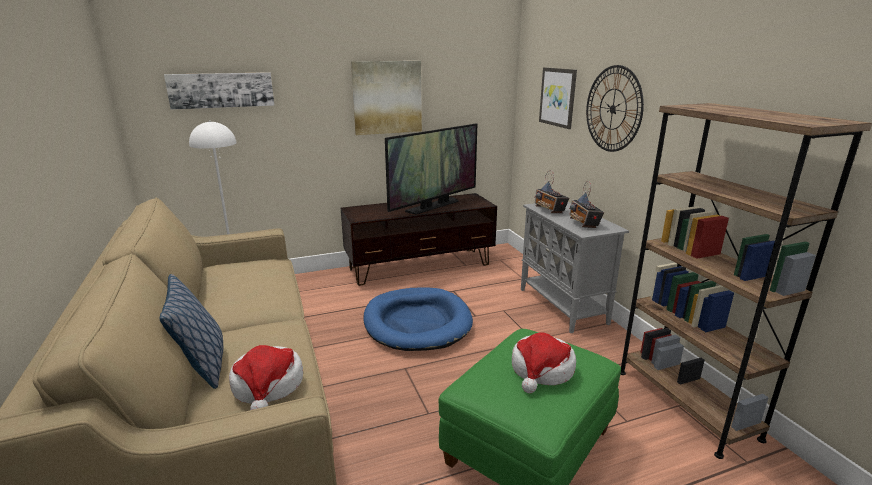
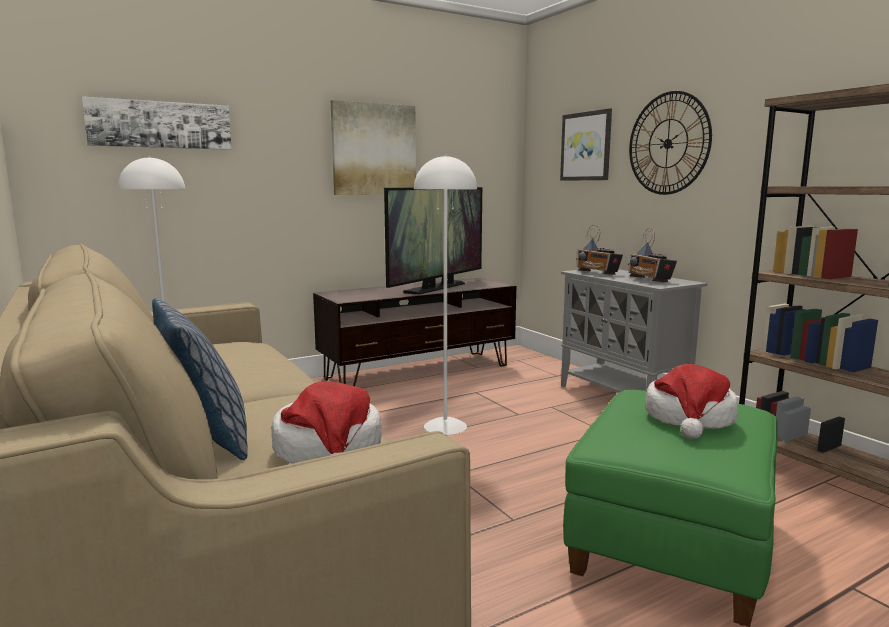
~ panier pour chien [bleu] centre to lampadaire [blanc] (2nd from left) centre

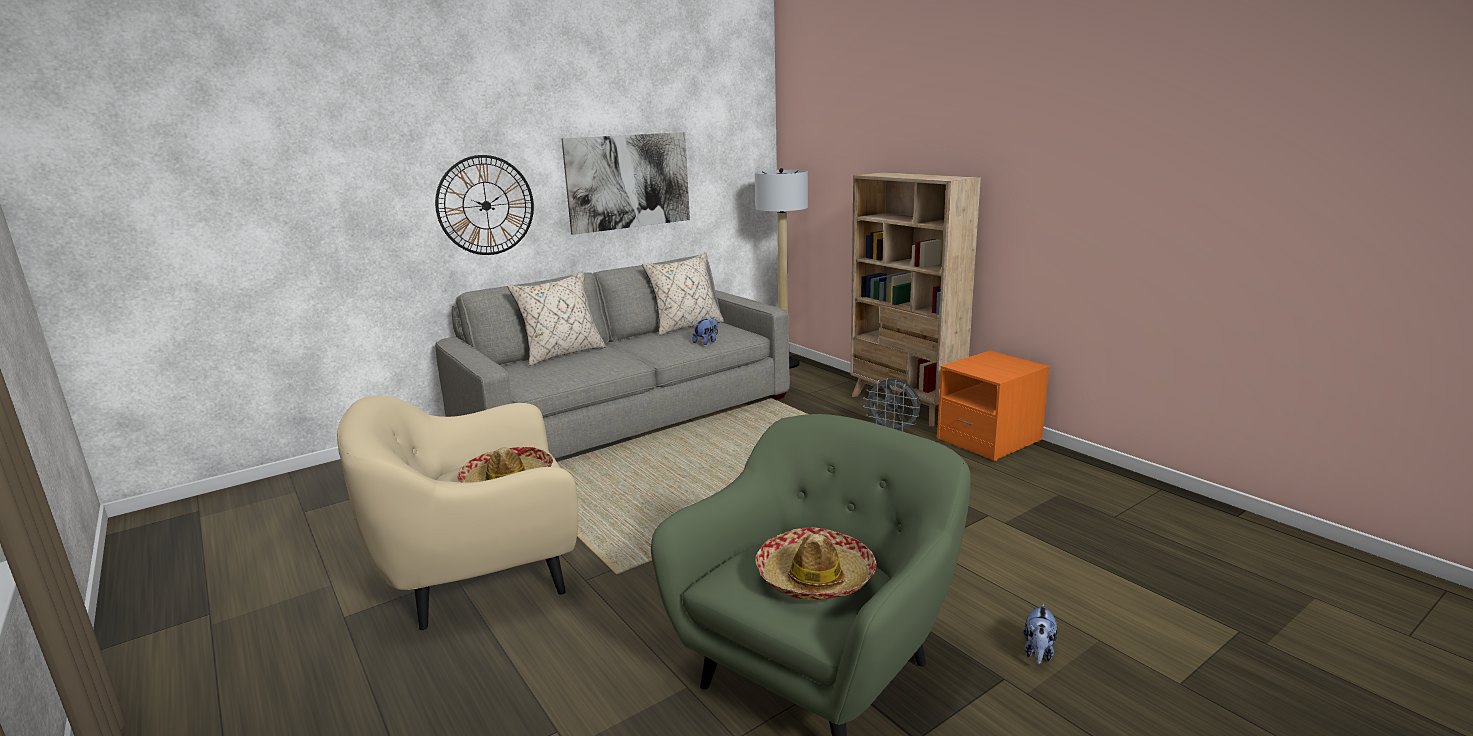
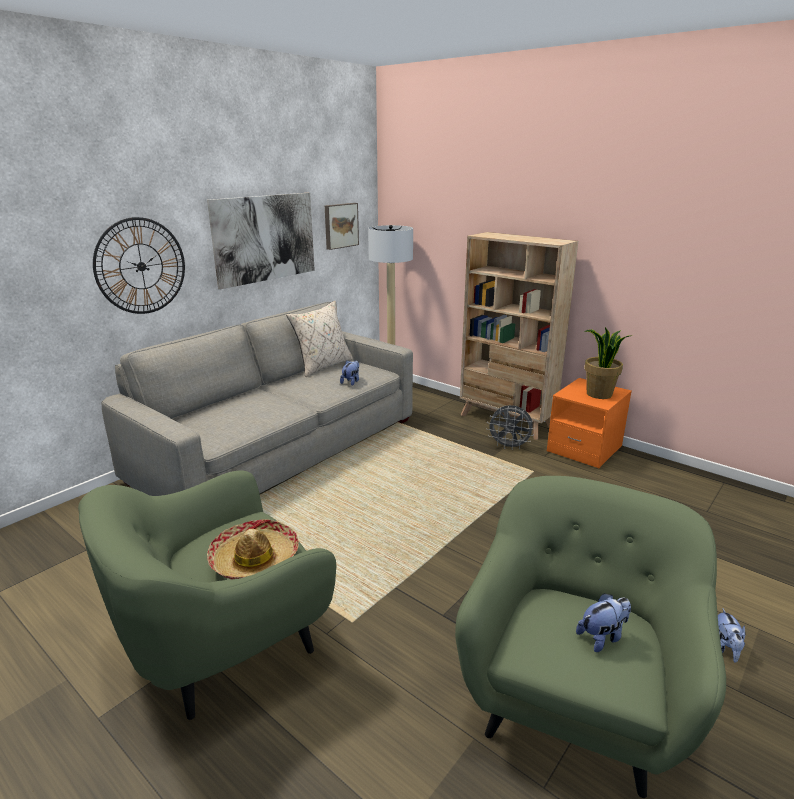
~ fauteuil [beige] bottom left to fauteuil [vert] (1st from left) bottom left
- coussin [beige] (1st from left) centre
~ chapeau (2nd from left) bottom centre to peluche (2nd from left) bottom right
+ tableau (2nd from left) top centre
+ plante en pot middle right

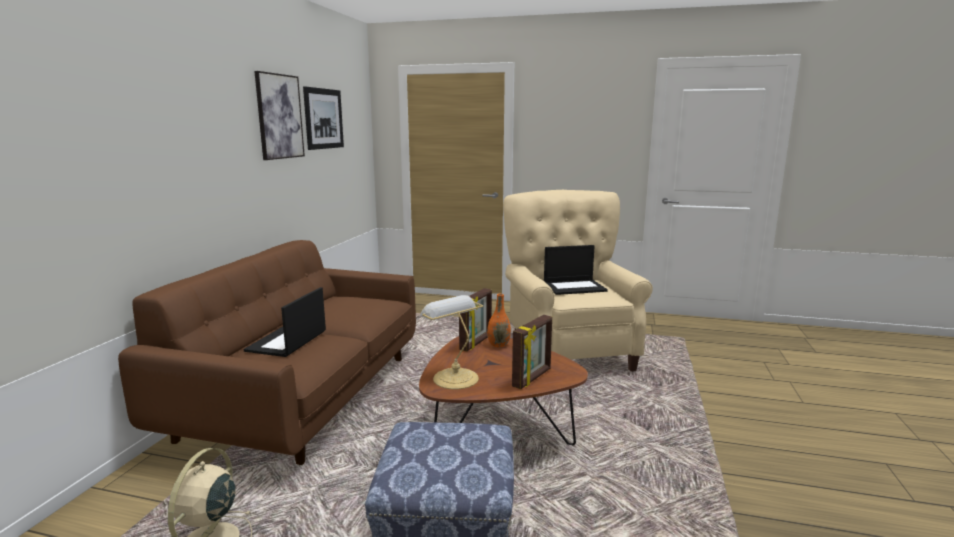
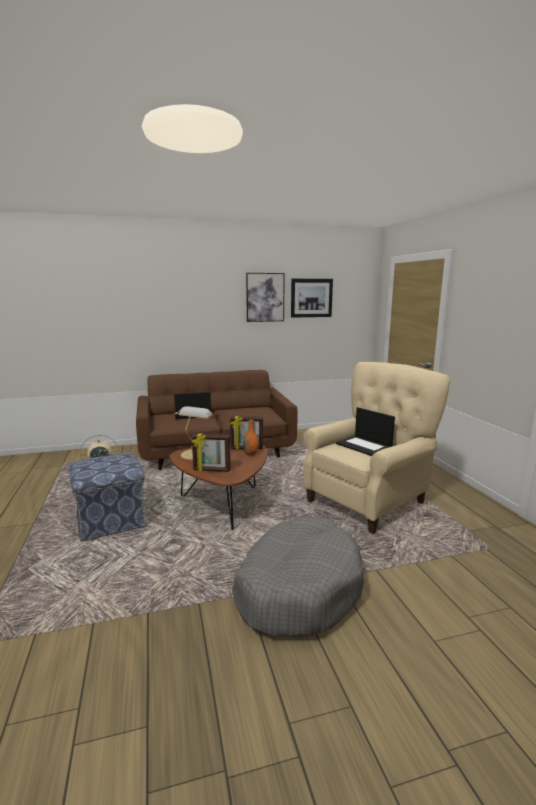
+ panier pour chien [gris] bottom centre

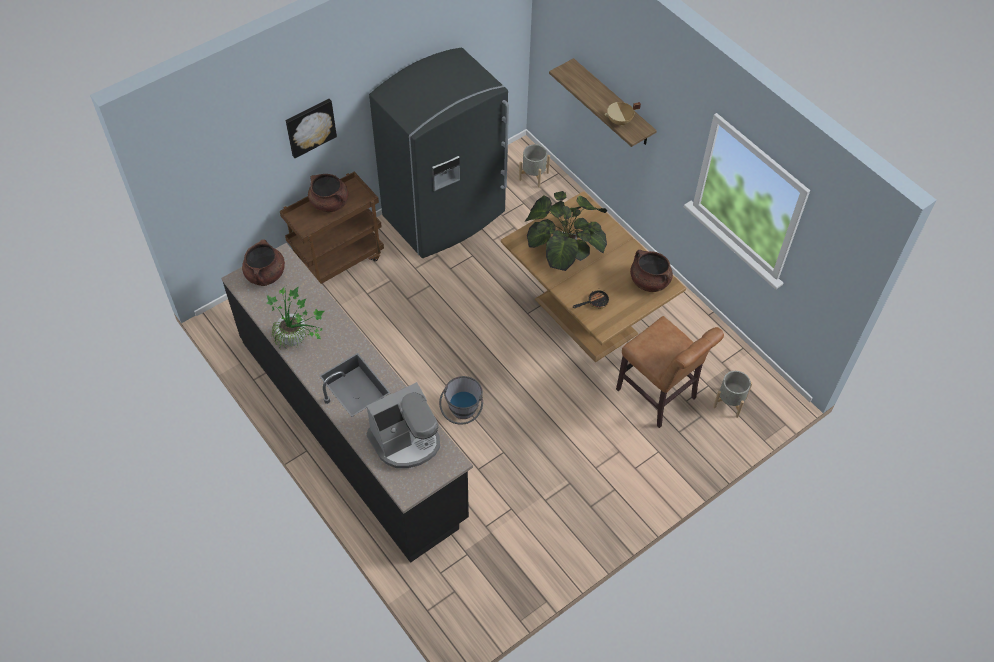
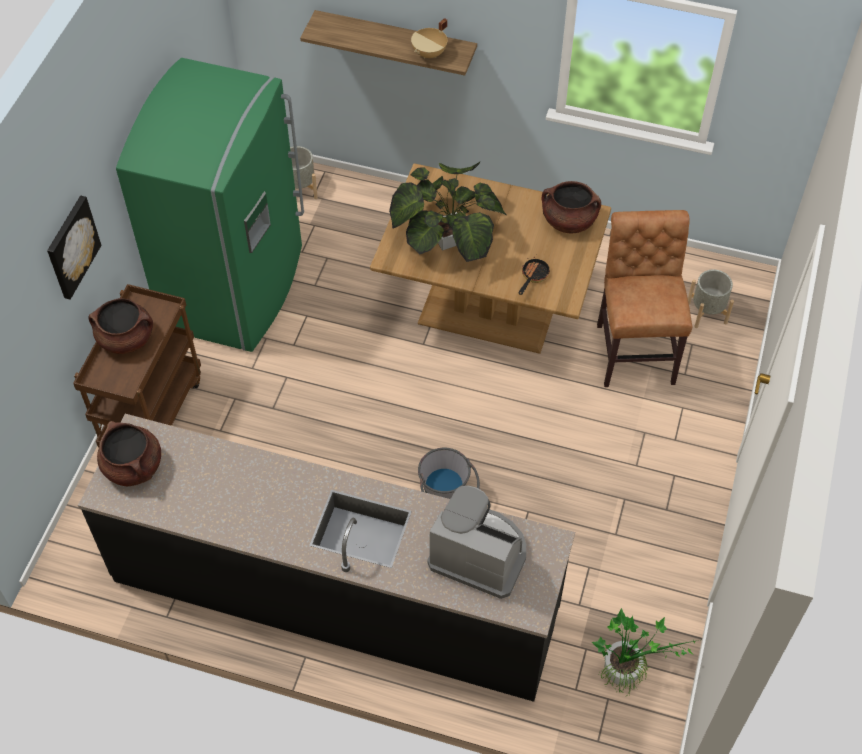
~ plante en pot (1st from left in the first image) middle left to plante en pot (2nd from left) bottom right
~ machine à café centre = bottom centre 90 degrees counterclockwise
~ réfrigérateur [gris] top centre to réfrigérateur [vert] top left
~ chaise [marron] middle right = middle right 105 degrees counterclockwise

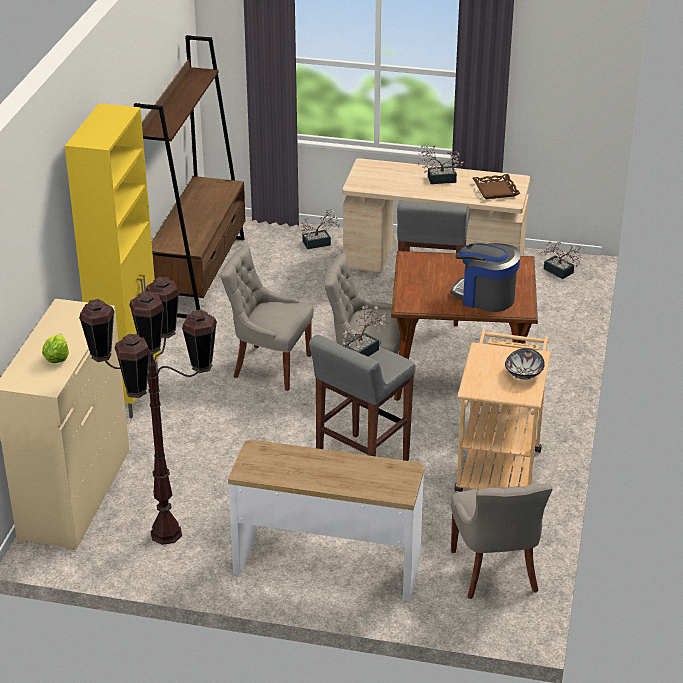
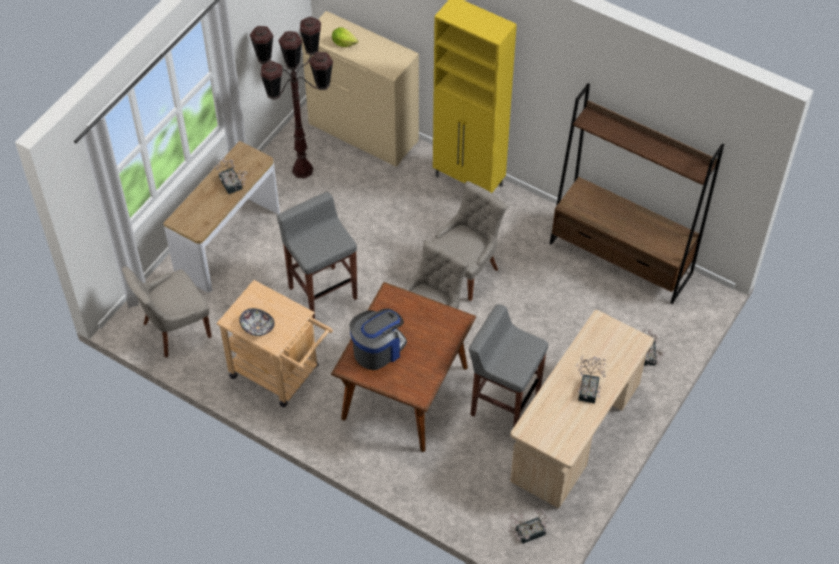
~ plante en pot (2nd from left in the first image) centre to plante en pot (1st from left) top left
~ chaise [gris] (3rd from left in the first image) bottom right = middle left 45 degrees counterclockwise
- plateau [marron] top right

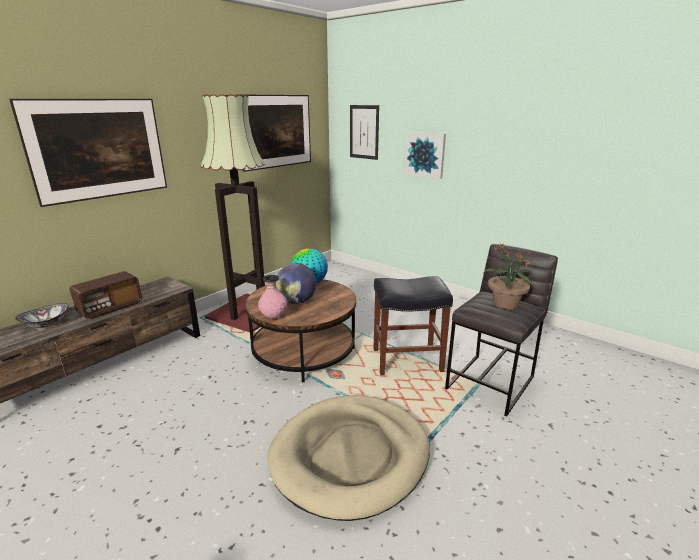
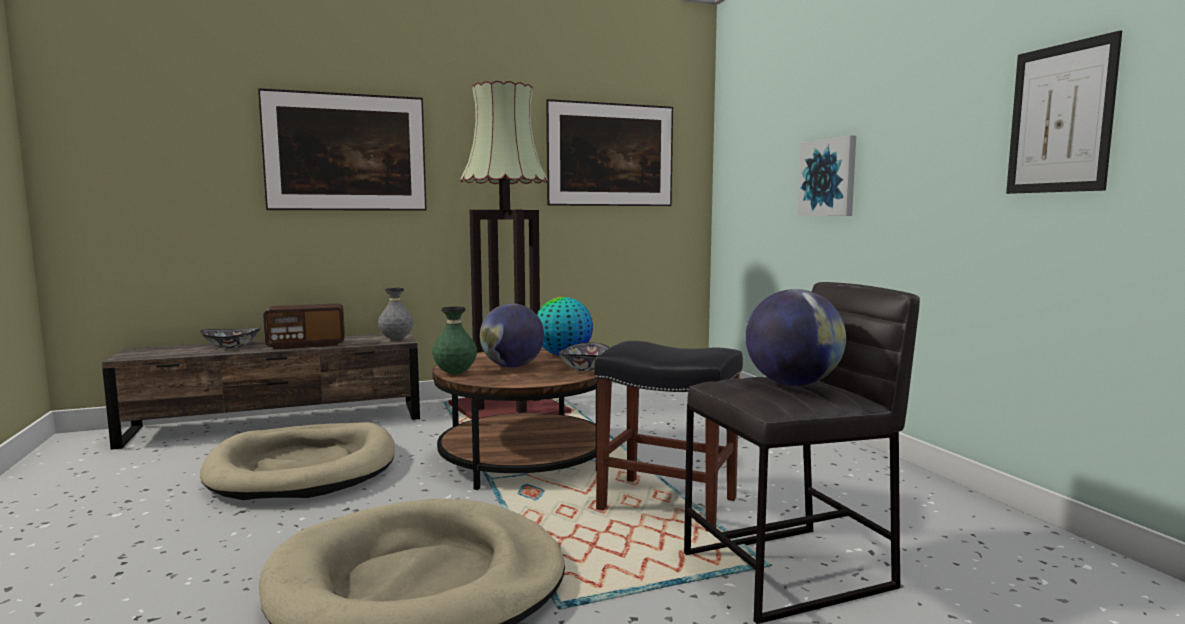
~ vase [rose] centre to vase [vert] centre
~ tableau (3rd from left in the first image) top centre to tableau (4th from left) top right
~ plante en pot middle right to globe (3rd from left) middle right
+ panier pour chien [beige] (1st from left) bottom left
+ vase [gris] centre
+ bol (2nd from left) centre

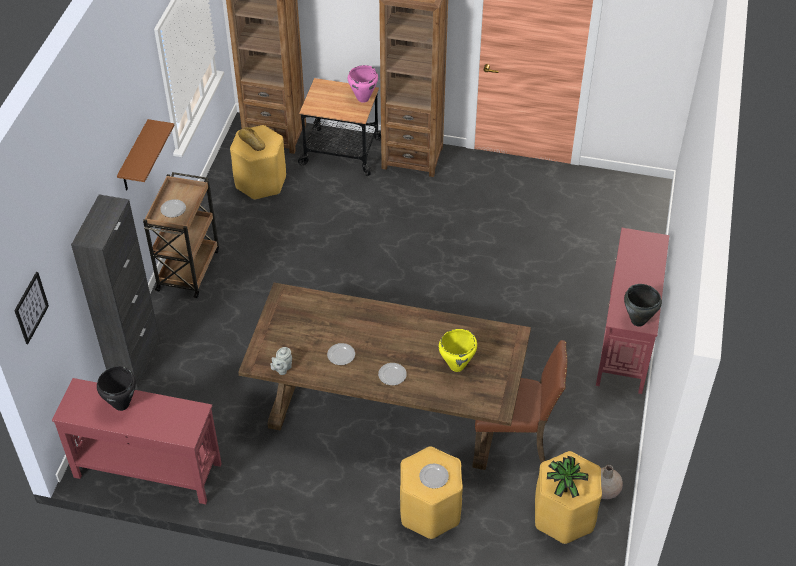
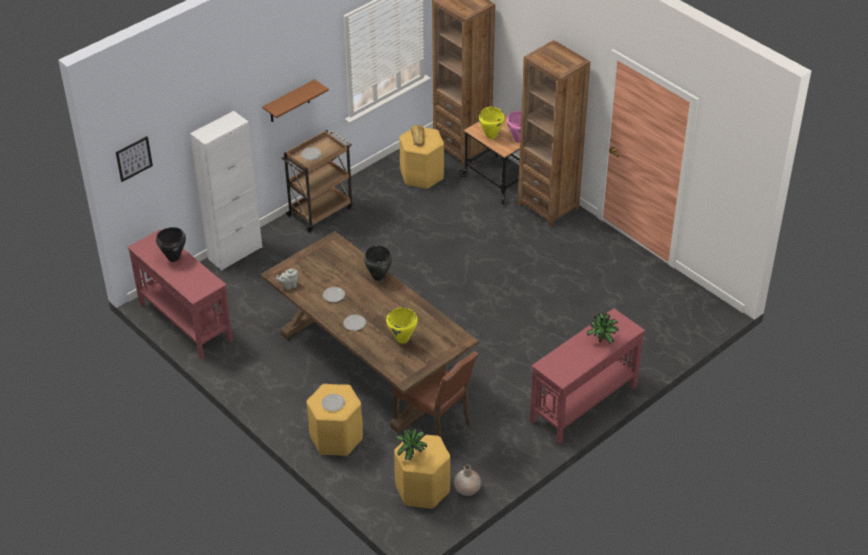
~ meuble de rangement [noir] middle left to meuble de rangement [blanc] middle left
~ marmite [noir] (2nd from left) middle right to centre
+ marmite [jaune] (2nd from left) top centre
+ plante en pot (2nd from left) middle right

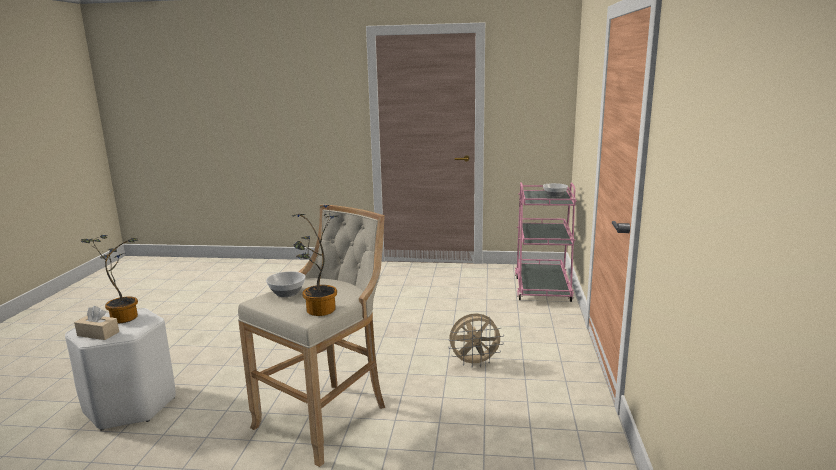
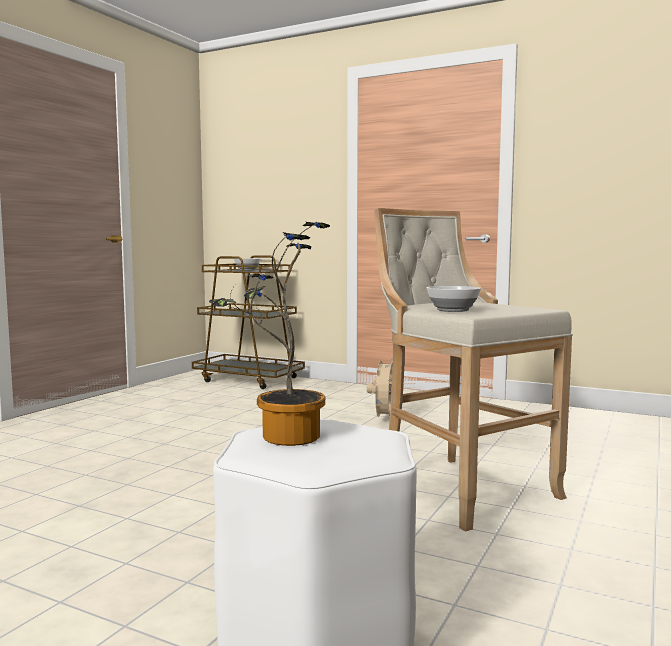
- boîte à mouchoirs [beige] bottom left
- plante en pot (2nd from left) centre
~ chariot [rose] centre to chariot [marron] centre

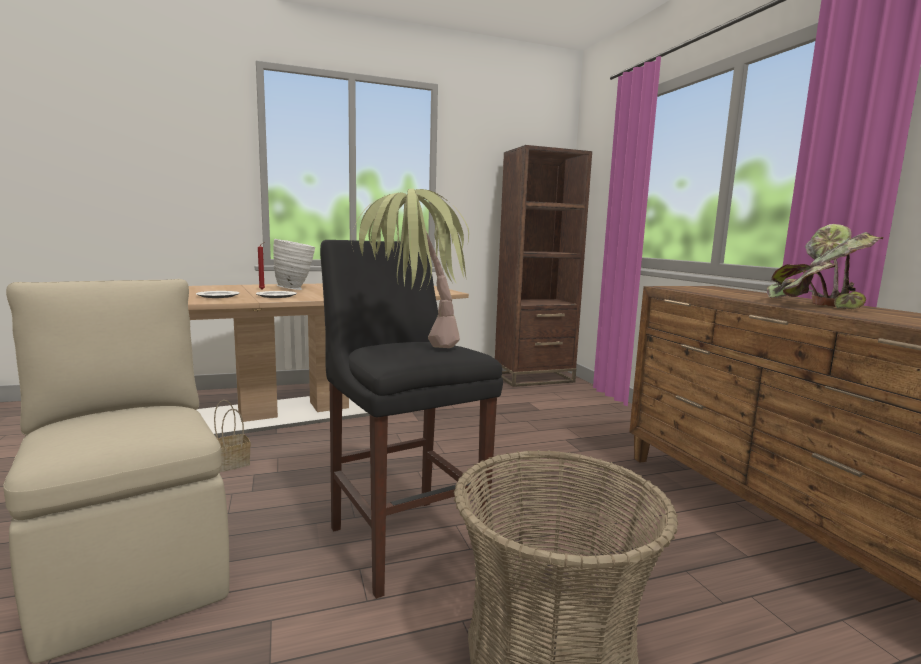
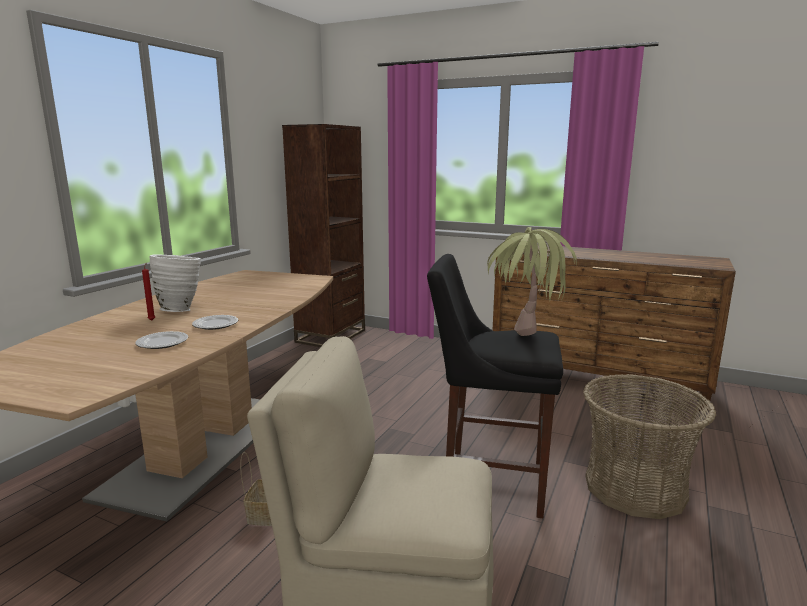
- plante en pot (2nd from left) middle right

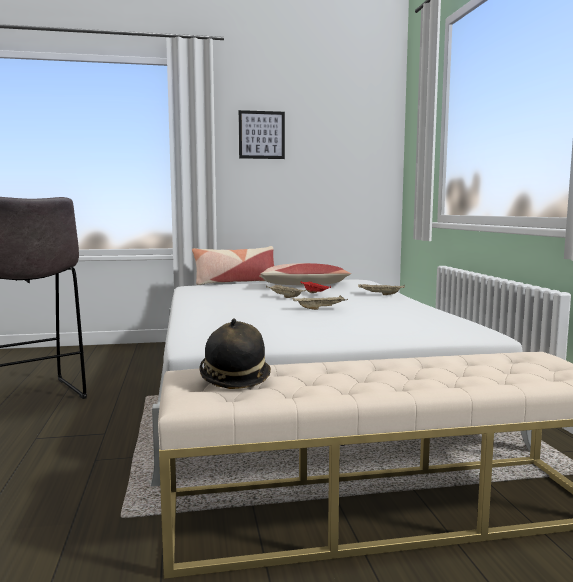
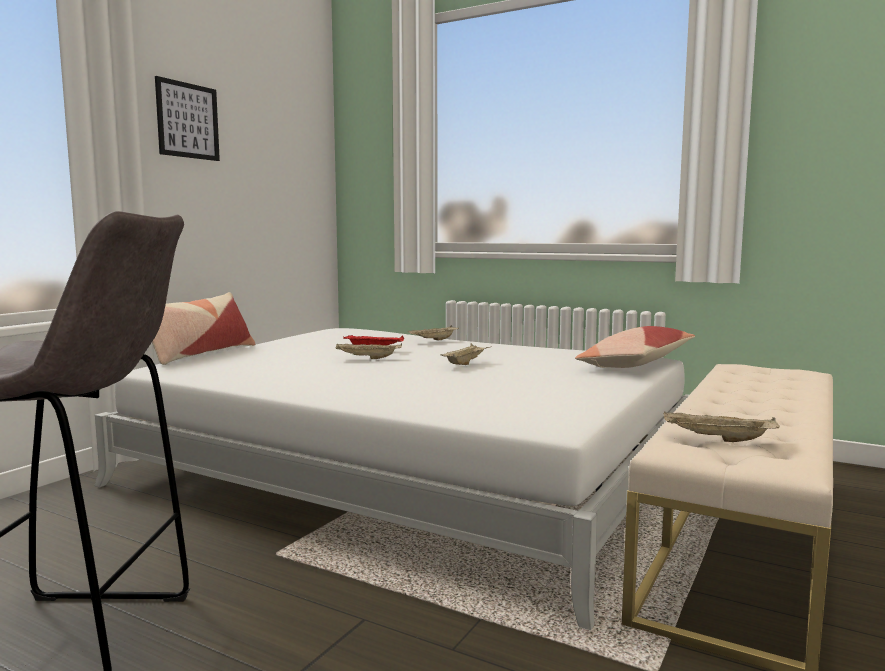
~ chapeau centre to plateau [beige] (4th from left) middle right
~ coussin (2nd from left) centre to middle right

